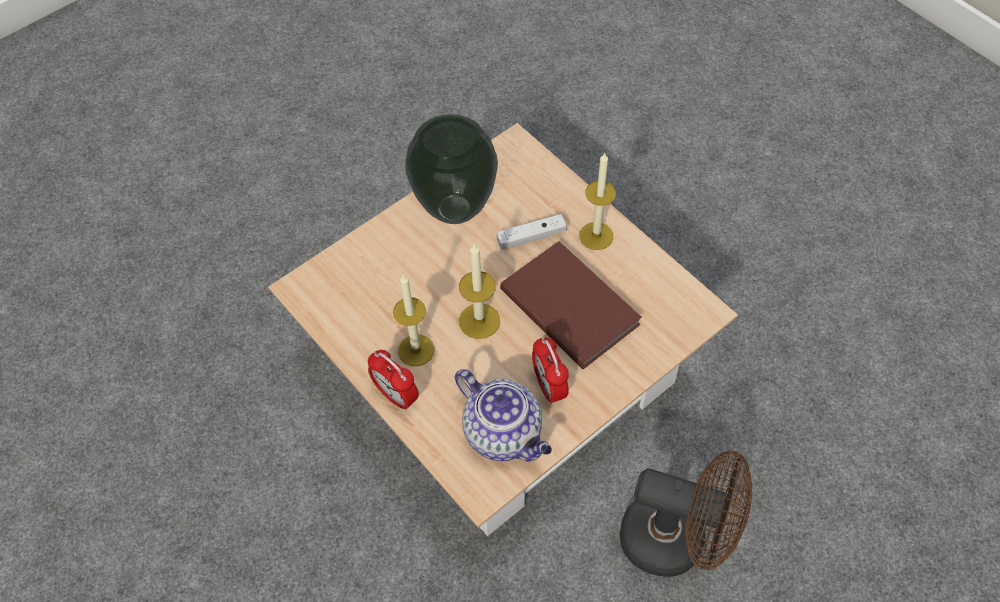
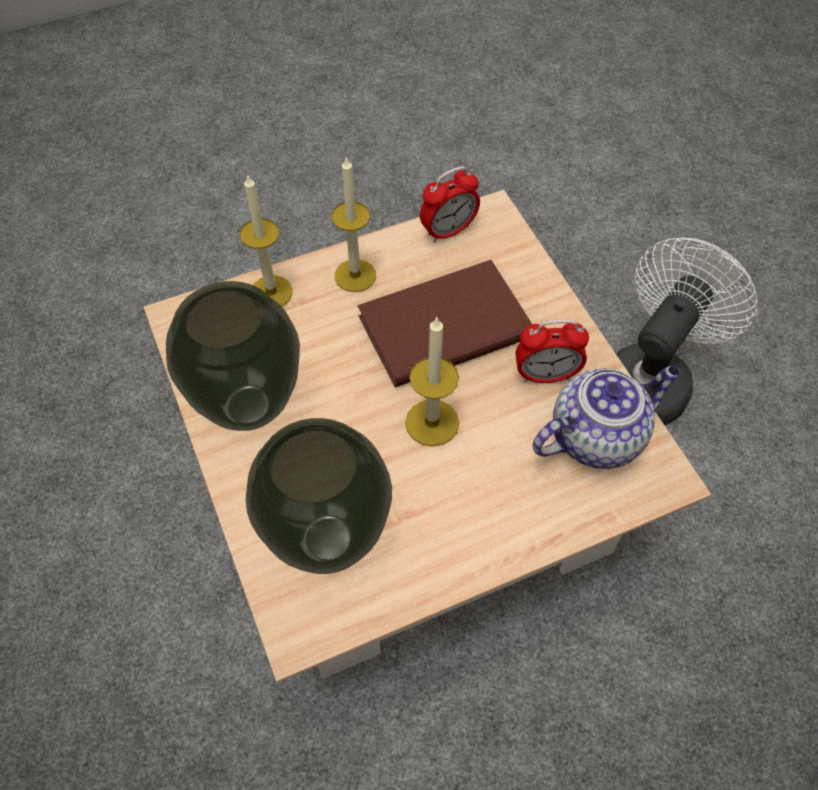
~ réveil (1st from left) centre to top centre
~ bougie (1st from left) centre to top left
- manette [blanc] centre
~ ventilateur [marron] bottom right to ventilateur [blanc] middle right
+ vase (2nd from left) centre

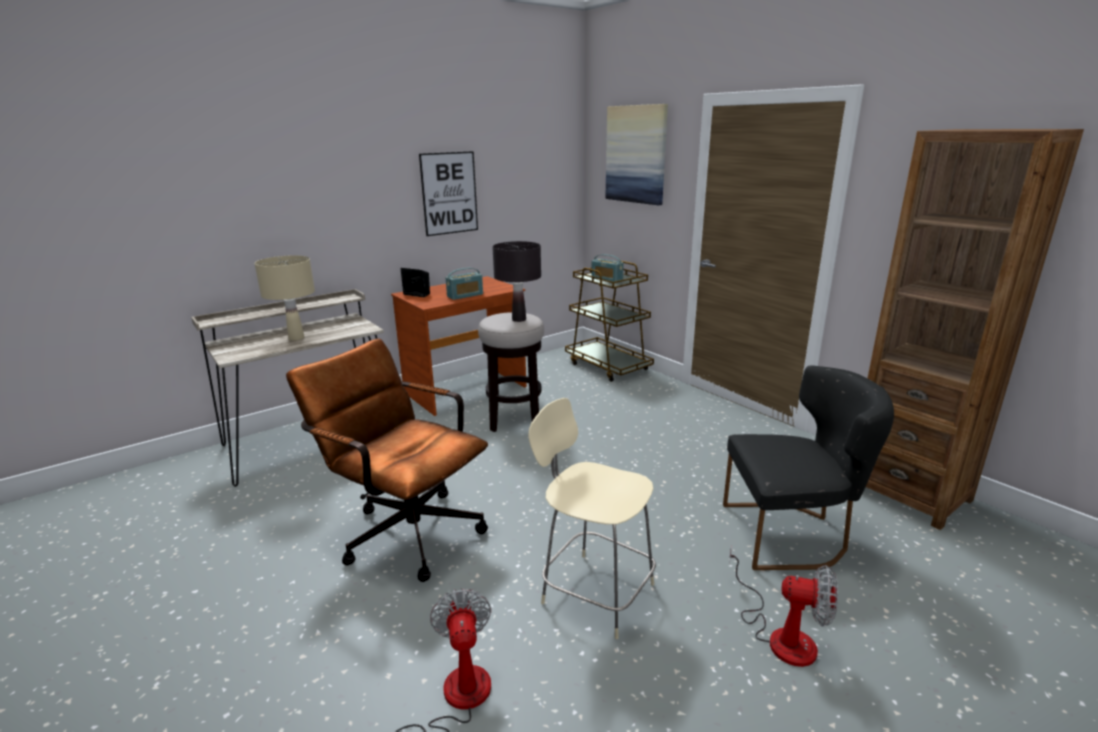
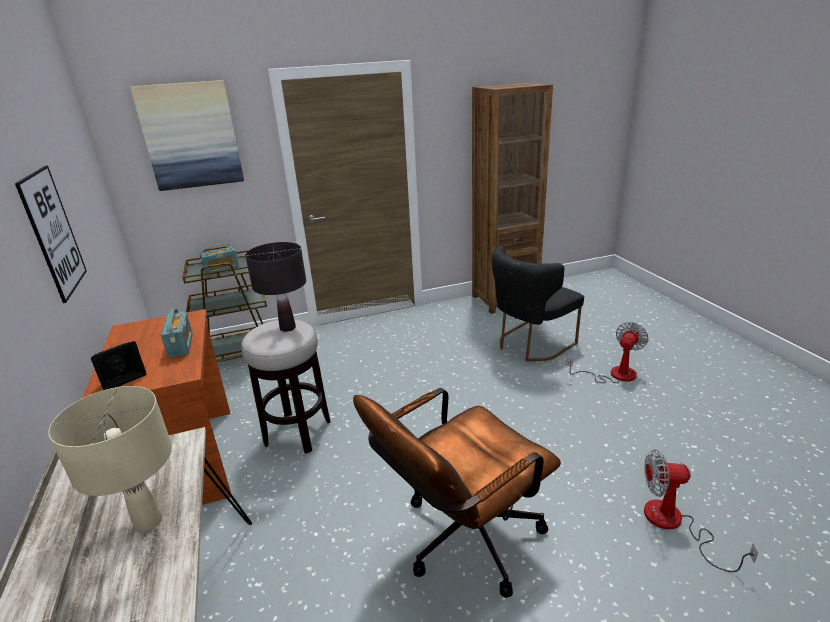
- chaise [beige] bottom centre
~ chaise [noir] middle right = centre 150 degrees counterclockwise

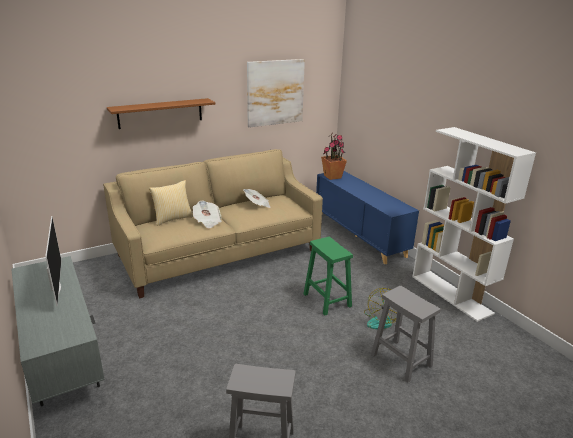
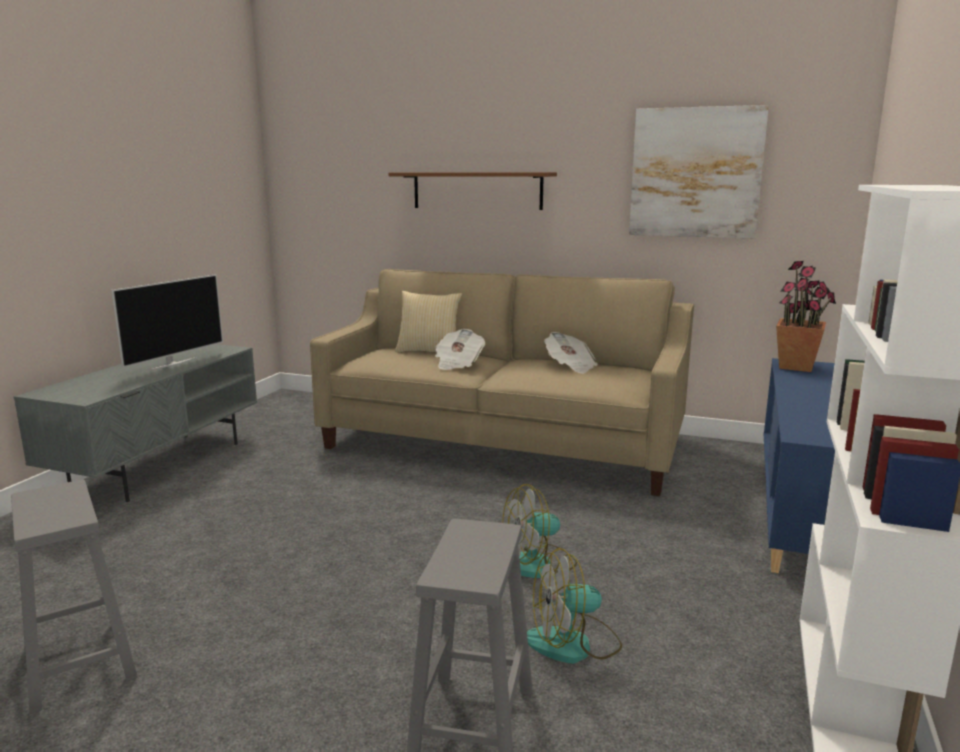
~ tabouret [vert] centre to ventilateur (1st from left) bottom centre

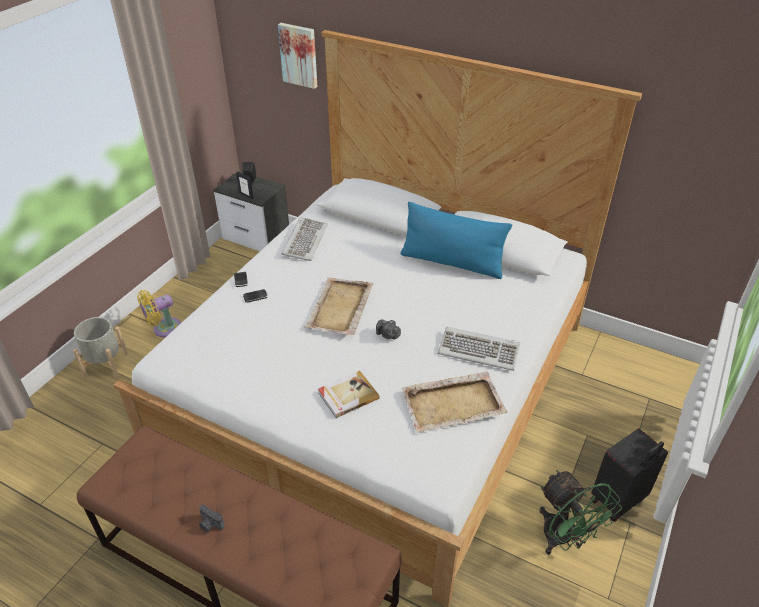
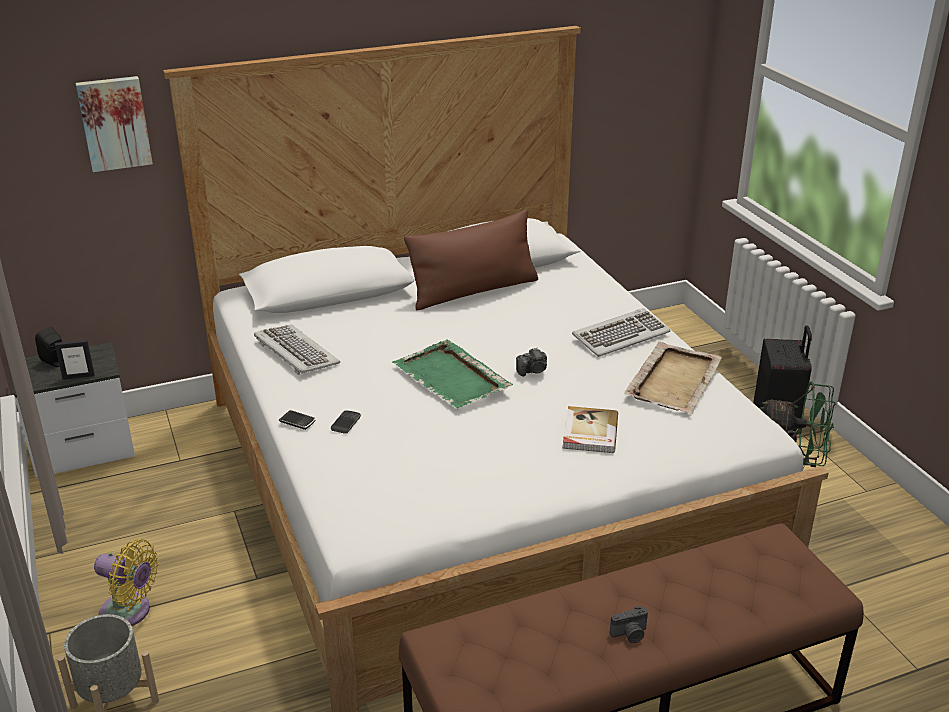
~ ventilateur [jaune] middle left = bottom left 75 degrees counterclockwise
~ plateau [beige] (1st from left) centre to plateau [vert] centre
~ coussin [bleu] centre to coussin [marron] centre

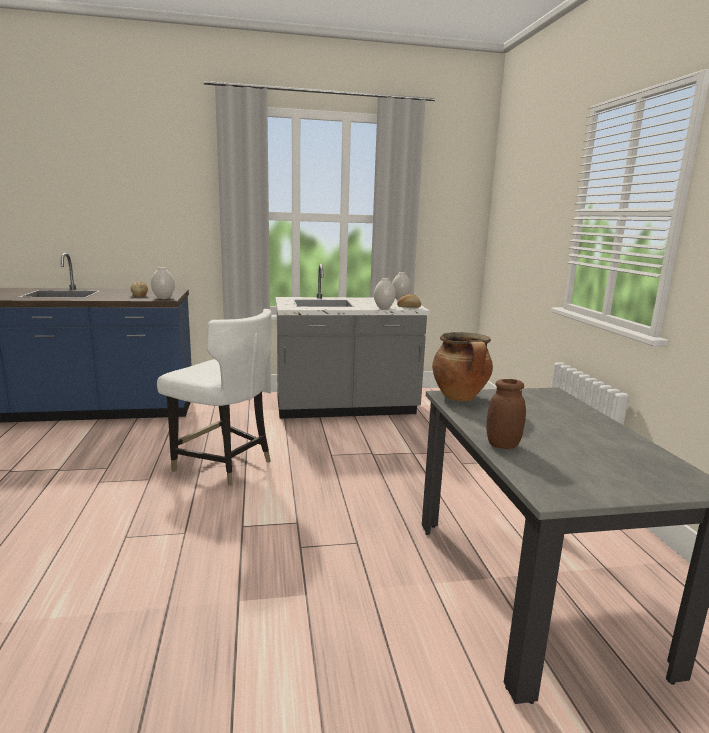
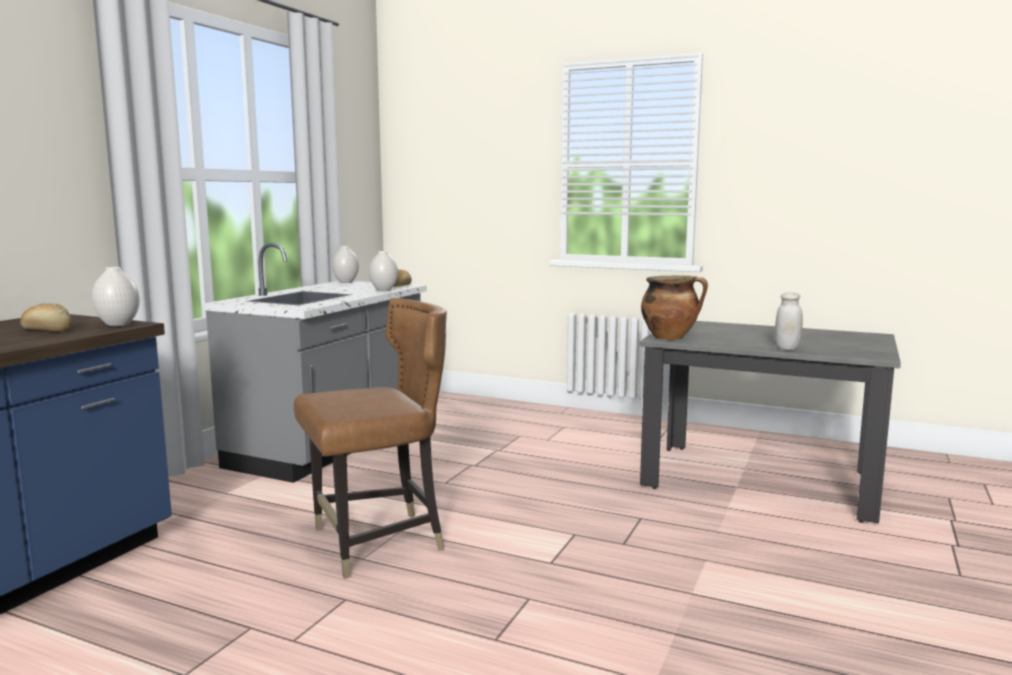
~ chaise [blanc] middle left to chaise [marron] centre
~ bocal [marron] middle right to bocal [blanc] middle right

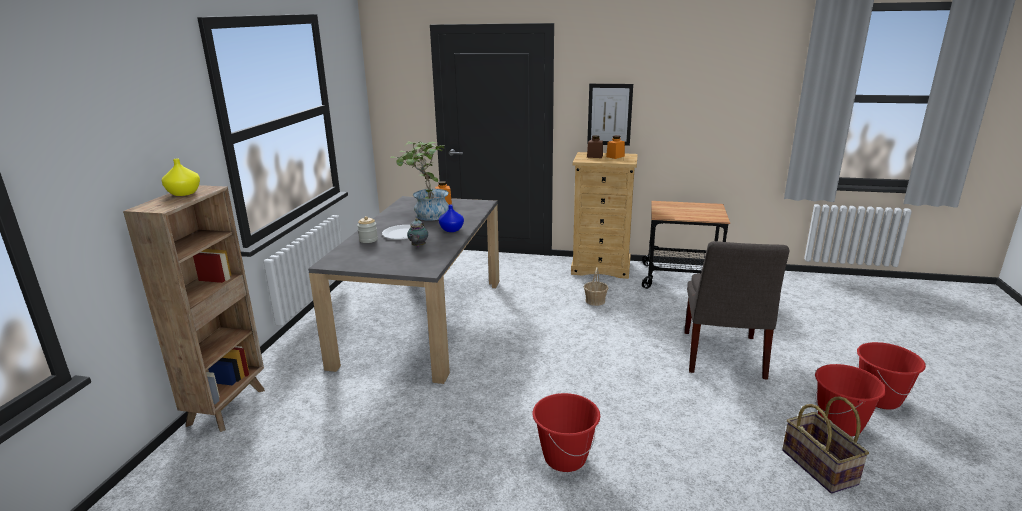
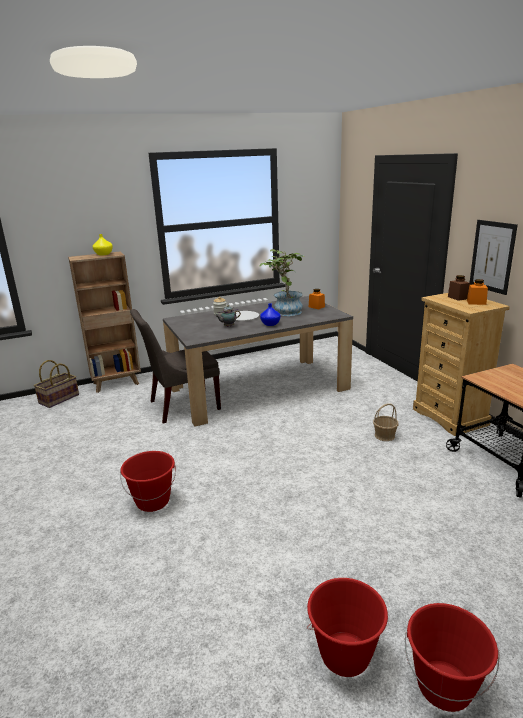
~ chaise [gris] middle right to centre
~ panier (2nd from left in the first image) bottom right to panier (1st from left) middle left

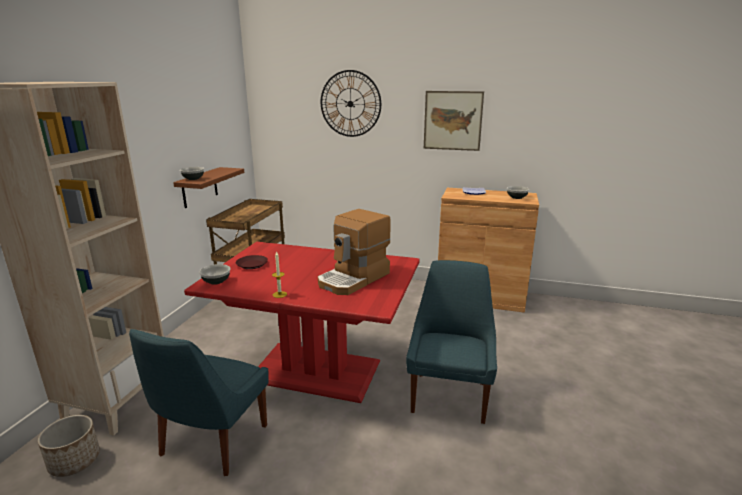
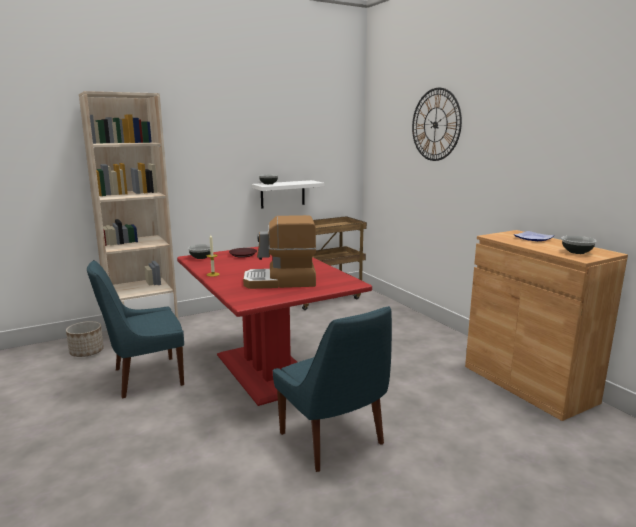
~ étagère [marron] middle left to étagère [blanc] centre
~ chaise [bleu] (2nd from left) bottom centre = bottom centre 90 degrees clockwise
- tableau top centre

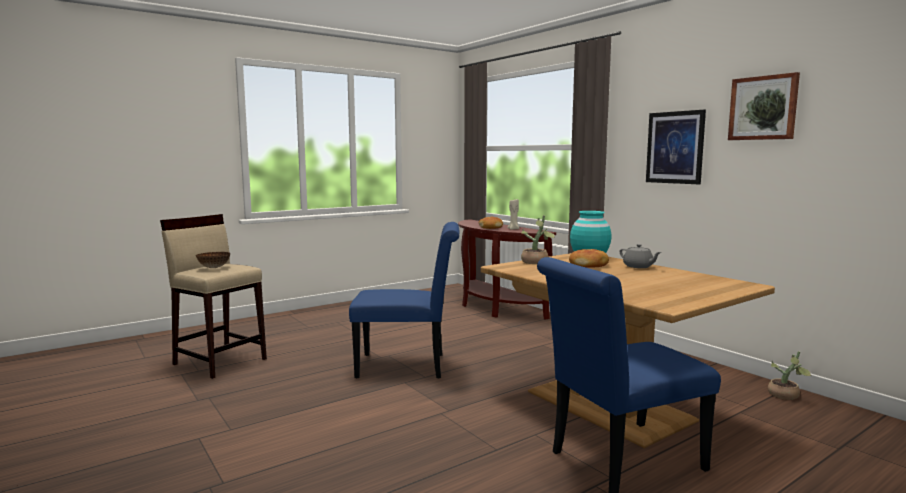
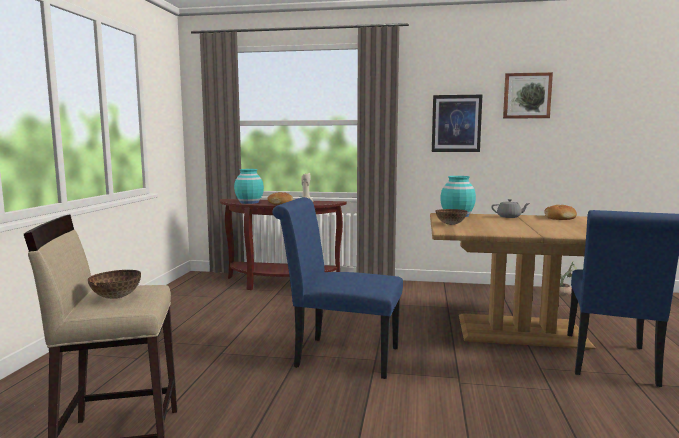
~ chaise [bleu] (1st from left) centre = centre 120 degrees counterclockwise
~ plante en pot (1st from left) centre to bol (2nd from left) centre
~ pain (2nd from left) centre to middle right
+ vase [turquoise] (1st from left) centre

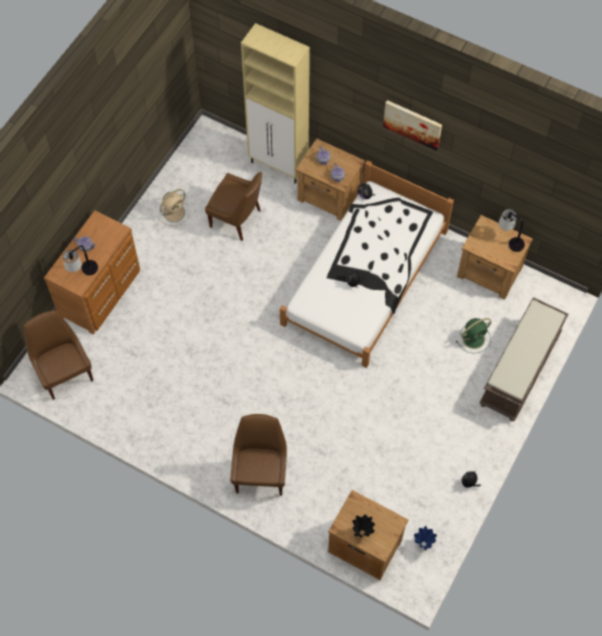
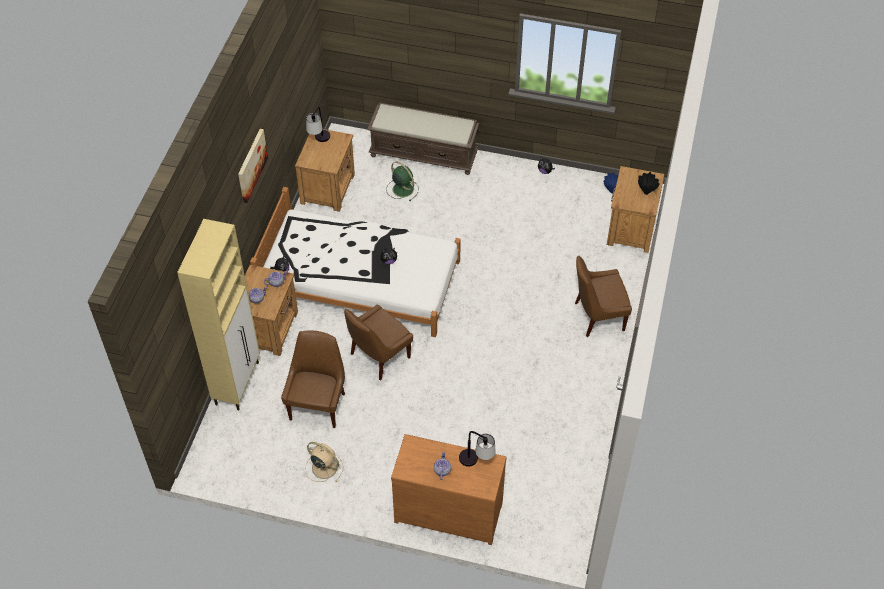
~ chaise [marron] (1st from left in the first image) middle left to chaise [marron] (2nd from left) centre

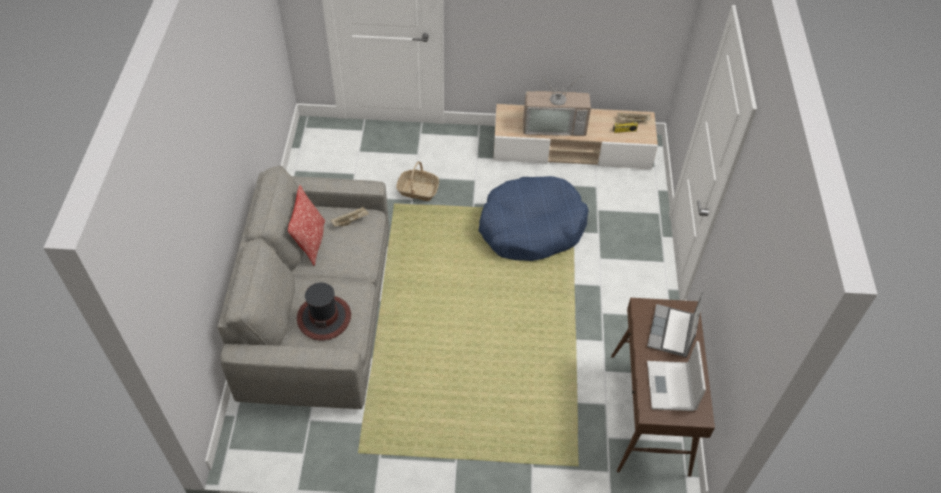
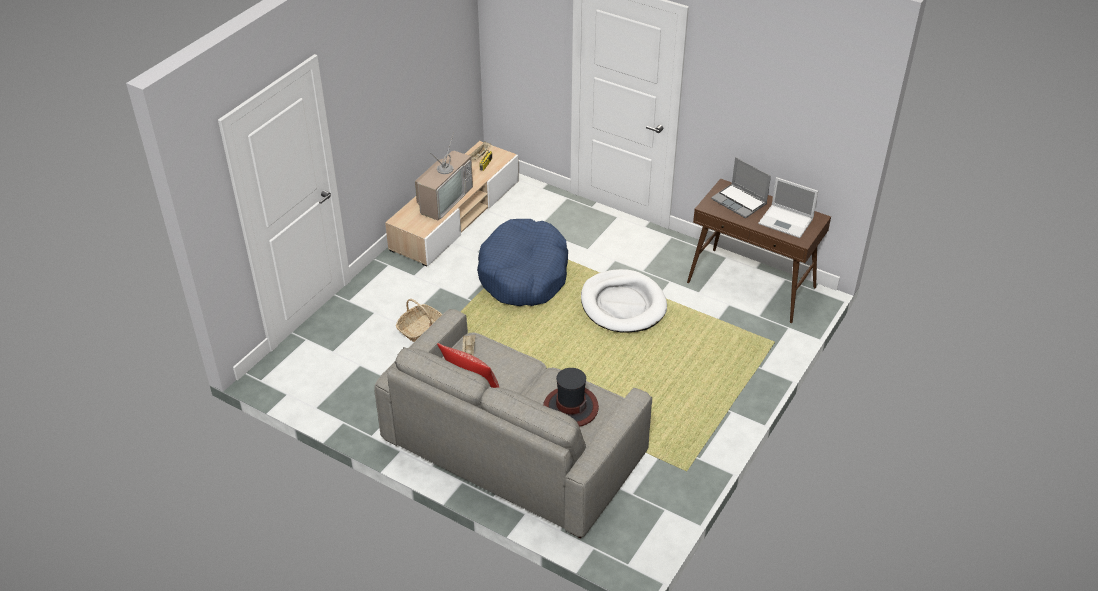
+ panier pour chien [blanc] centre

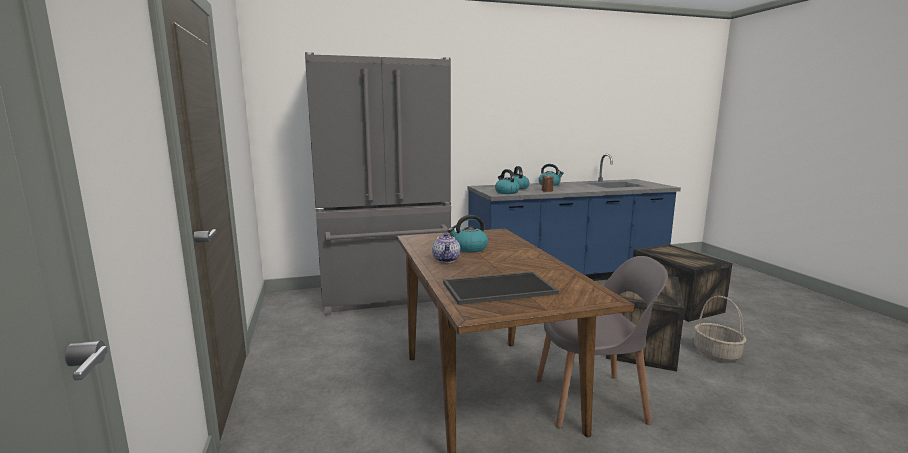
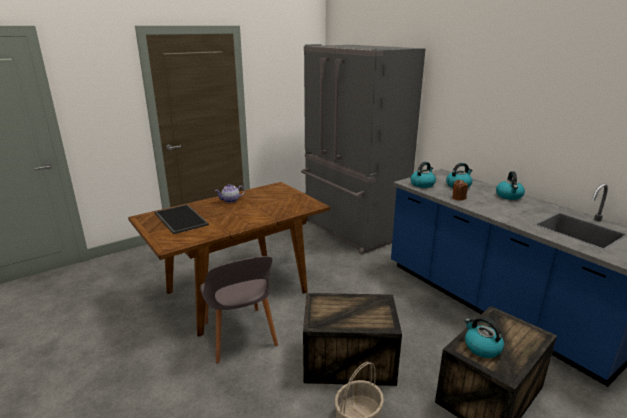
~ bouilloire (1st from left in the first image) centre to bouilloire (3rd from left) bottom right

